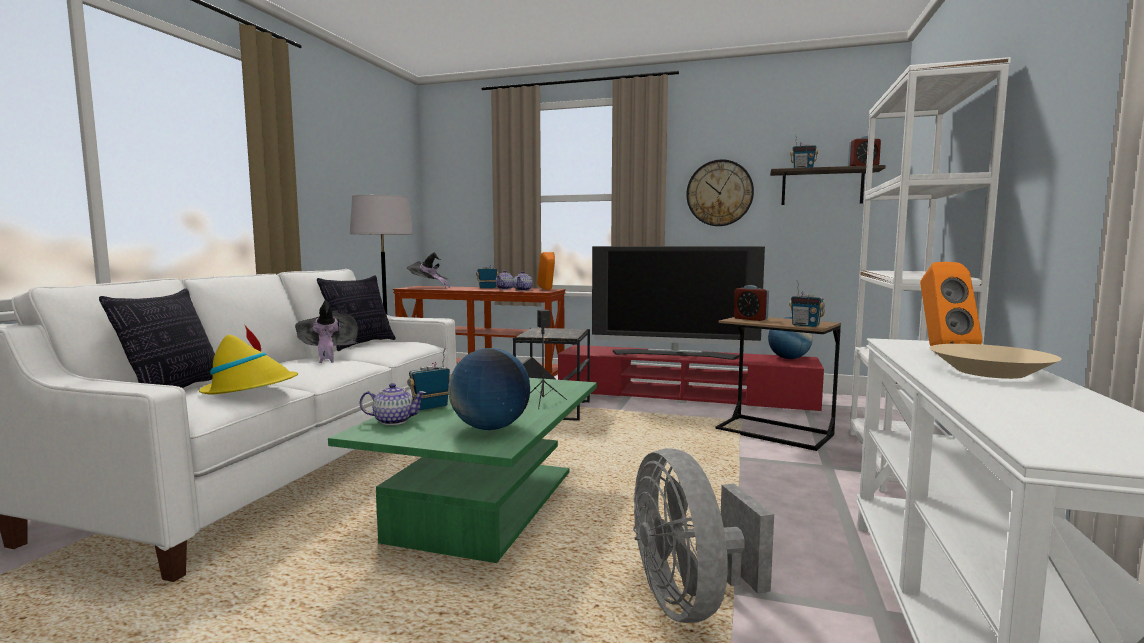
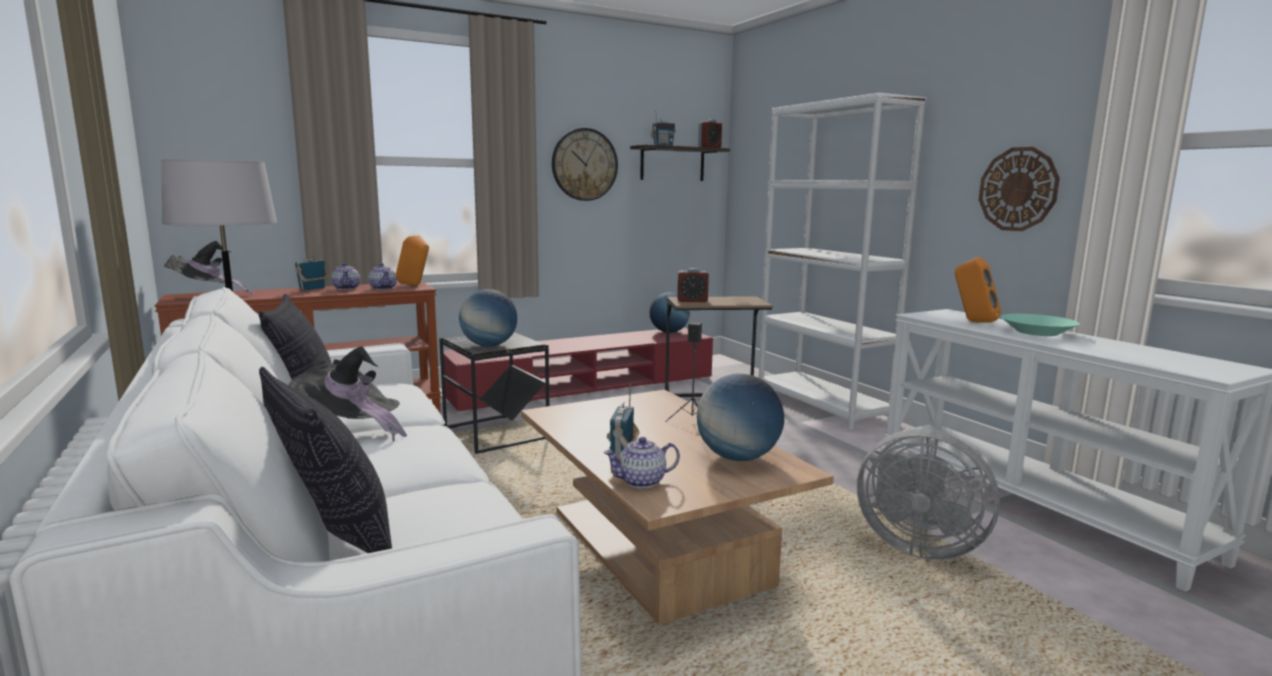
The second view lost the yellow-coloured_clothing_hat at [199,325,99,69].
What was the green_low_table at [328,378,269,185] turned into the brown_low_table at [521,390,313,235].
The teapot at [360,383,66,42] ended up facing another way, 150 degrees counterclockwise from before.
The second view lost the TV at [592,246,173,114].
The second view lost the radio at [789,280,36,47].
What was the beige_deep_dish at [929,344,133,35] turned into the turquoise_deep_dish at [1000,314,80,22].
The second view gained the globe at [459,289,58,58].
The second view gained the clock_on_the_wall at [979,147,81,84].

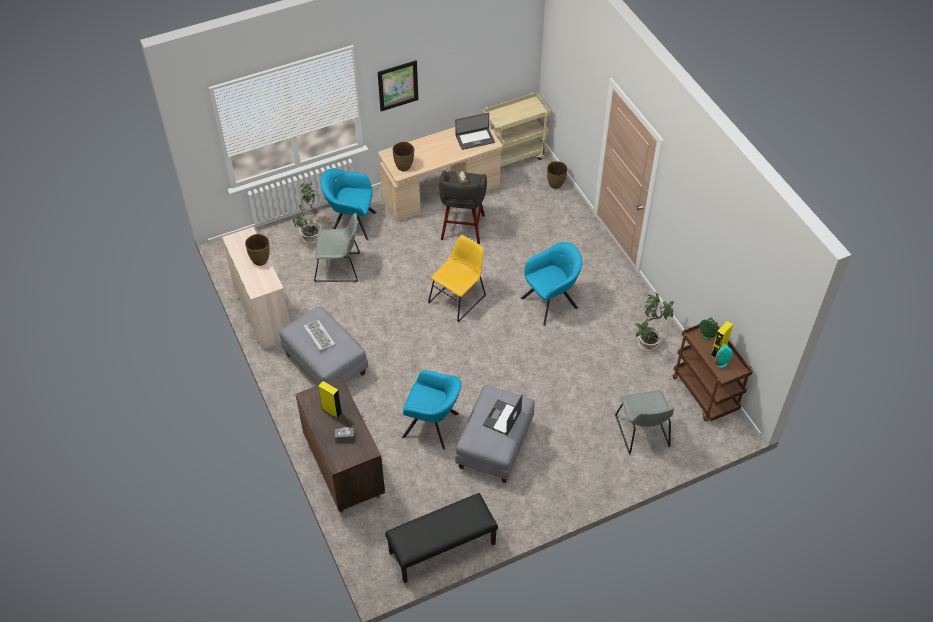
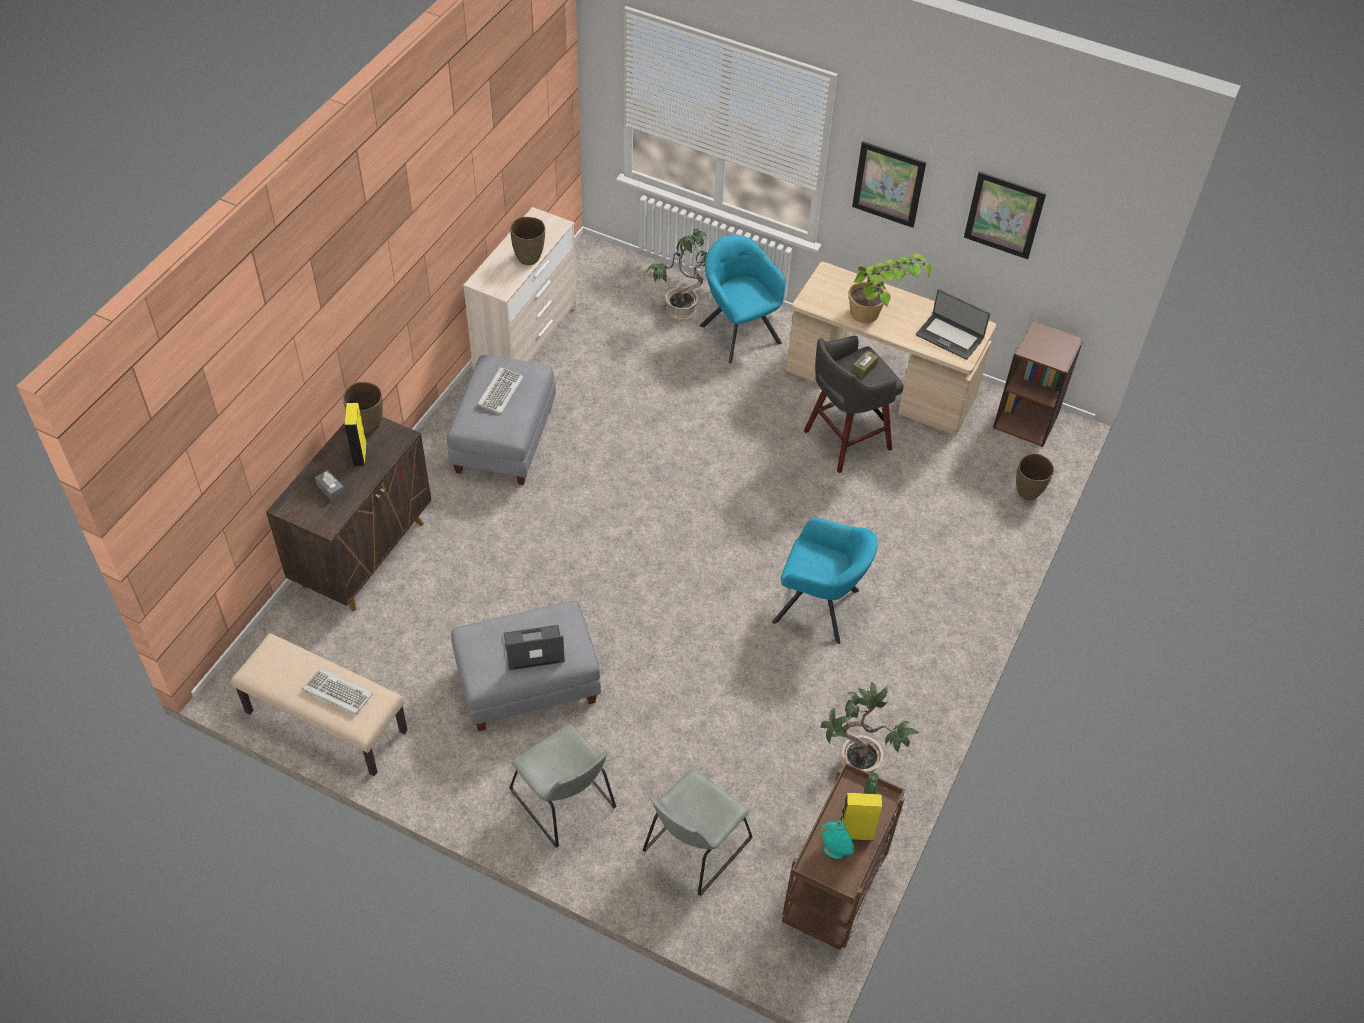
The gray_chair ended up elsewhere, having gone from [314,213,46,69] to [509,724,108,124].
What was the black-coloured_indoor_bench at [385,493,113,90] turned into the beige_indoor_bench at [231,633,176,143].
The brown_vase ended up elsewhere, having gone from [393,141,21,30] to [343,382,40,51].
The second view lost the turquoise_lounge_chair at [402,370,59,80].
The second view lost the yellow-coloured_chair at [428,235,58,87].
Where the beige_trolley stood at [482,92,68,80], the brown_bookcase came to stand at [993,320,91,127].
The second view gained the PC_keyboard at [302,668,71,47].
The second view gained the plant_in_a_pot at [849,254,82,69].
The second view gained the picture at [964,171,82,88].

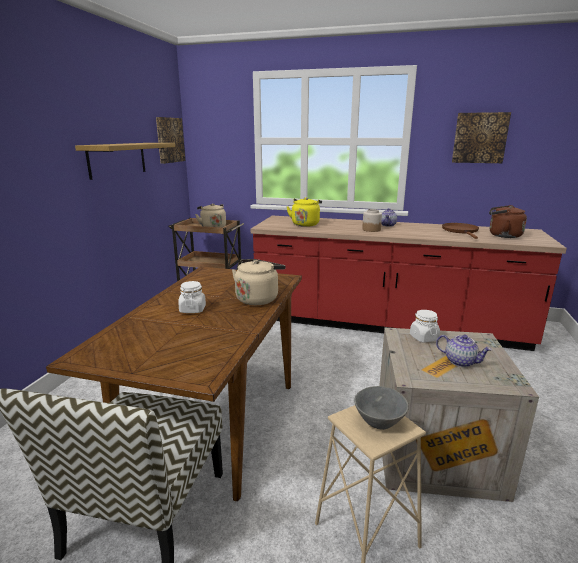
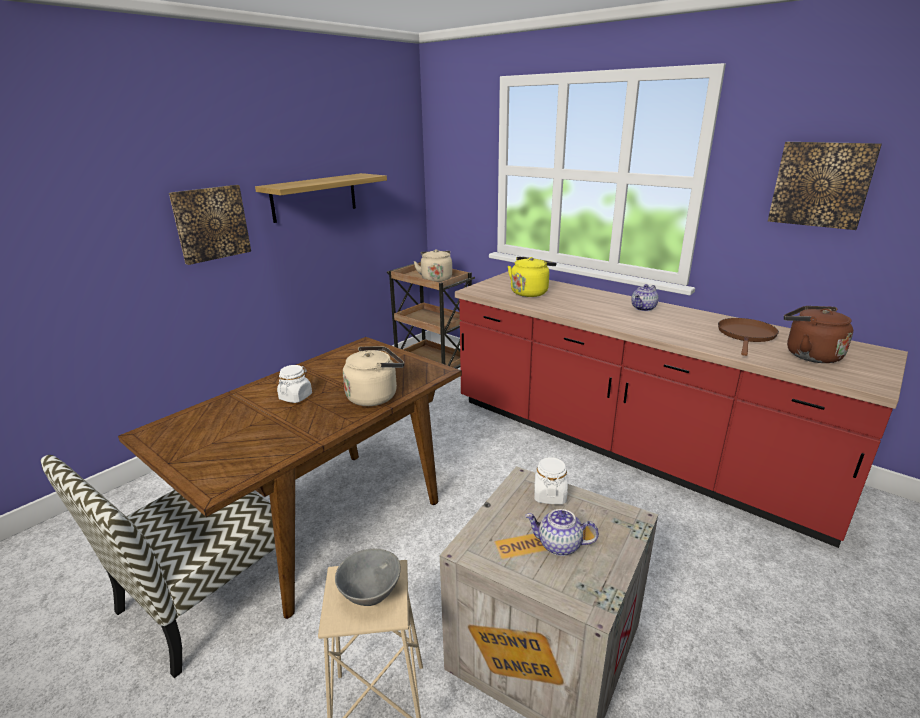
The picture ended up elsewhere, having gone from [156,117,29,47] to [169,185,82,80].
The second view lost the preserve_jar at [362,209,20,23].
The teapot at [436,335,56,32] ended up facing another way, 135 degrees clockwise from before.

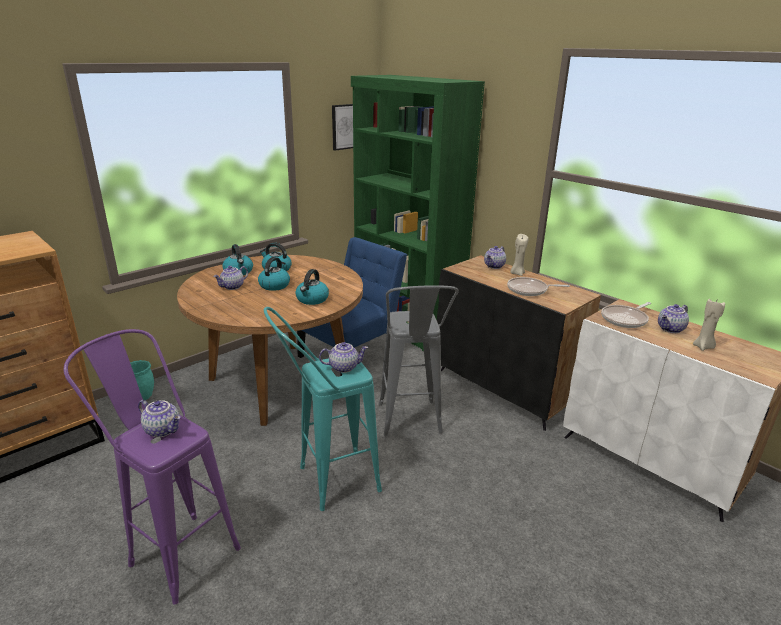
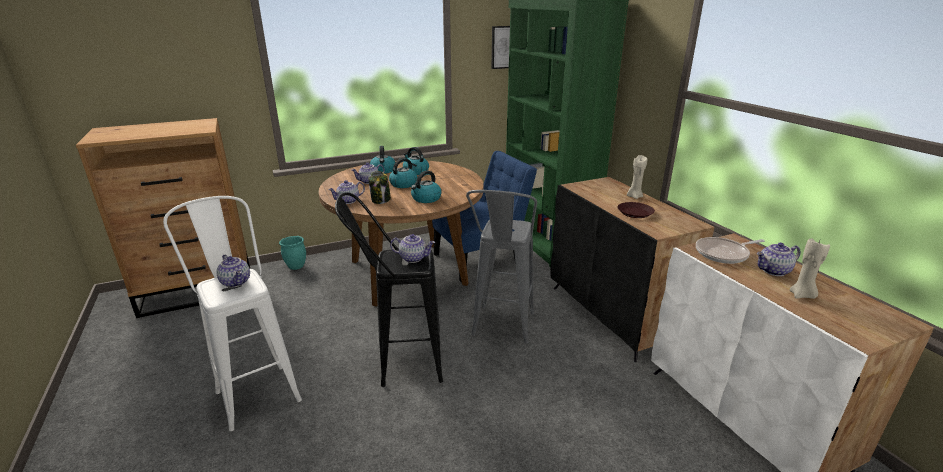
What was the purple_sitting_stool at [64,329,177,276] turned into the white_sitting_stool at [163,196,139,235].
What was the turquoise_sitting_stool at [264,307,118,204] turned into the black-coloured_sitting_stool at [335,192,108,195].
The teapot ended up elsewhere, having gone from [484,246,22,23] to [328,180,37,24].
Where the skillet stood at [507,277,63,19], the brown_dinner_plate came to stand at [617,202,38,16].
The second view gained the preserve_jar at [368,171,23,33].

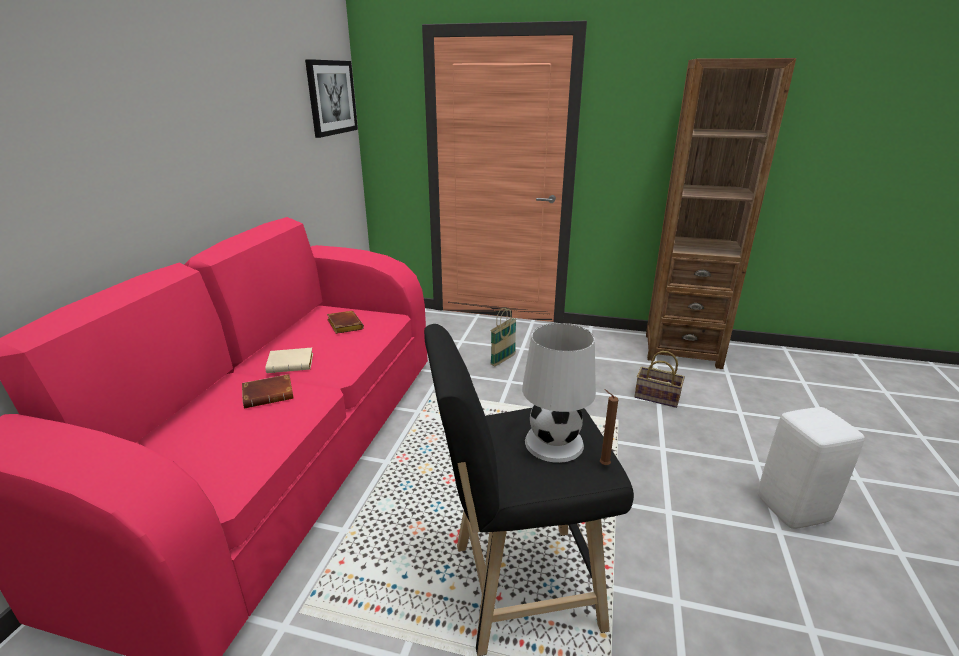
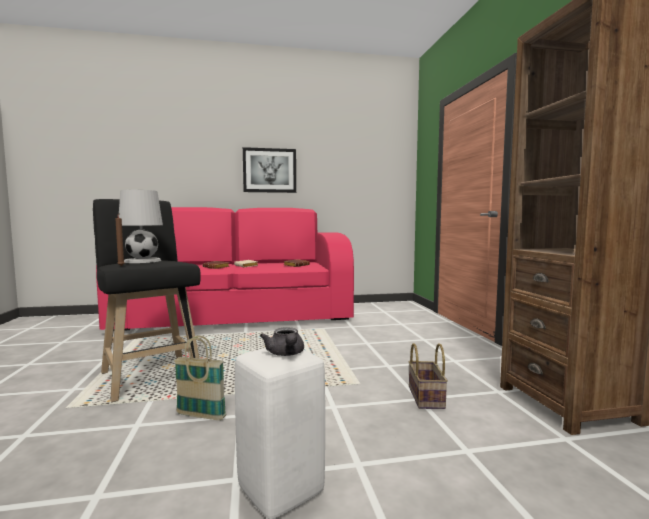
The picture ended up elsewhere, having gone from [305,59,53,79] to [243,147,53,46].
The household_basket ended up elsewhere, having gone from [490,308,26,58] to [174,336,52,84].
The second view gained the gray_teapot at [260,327,44,29].

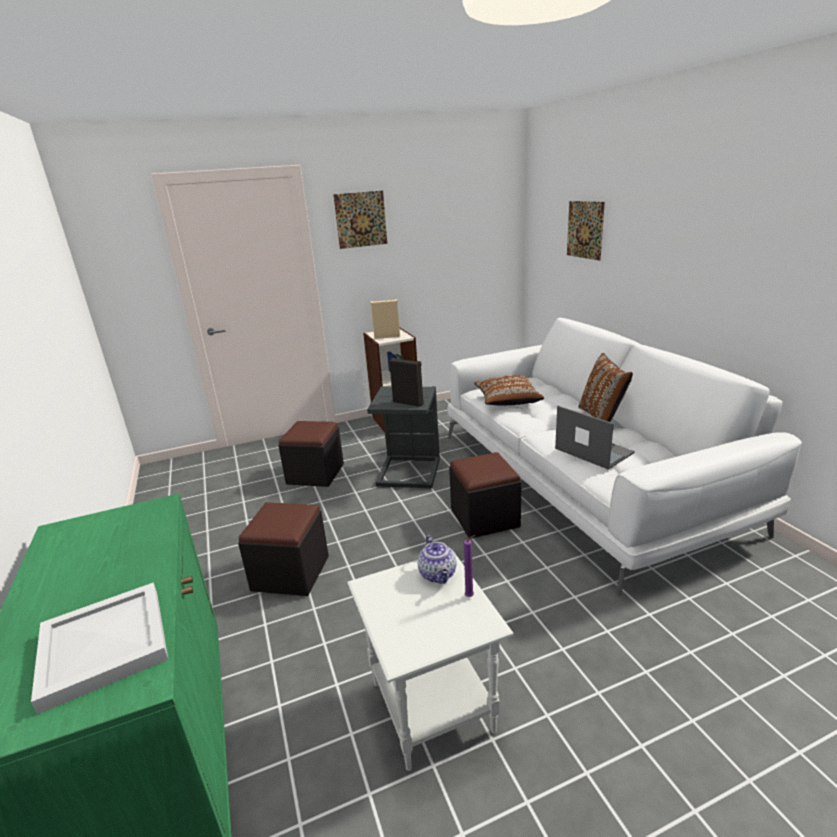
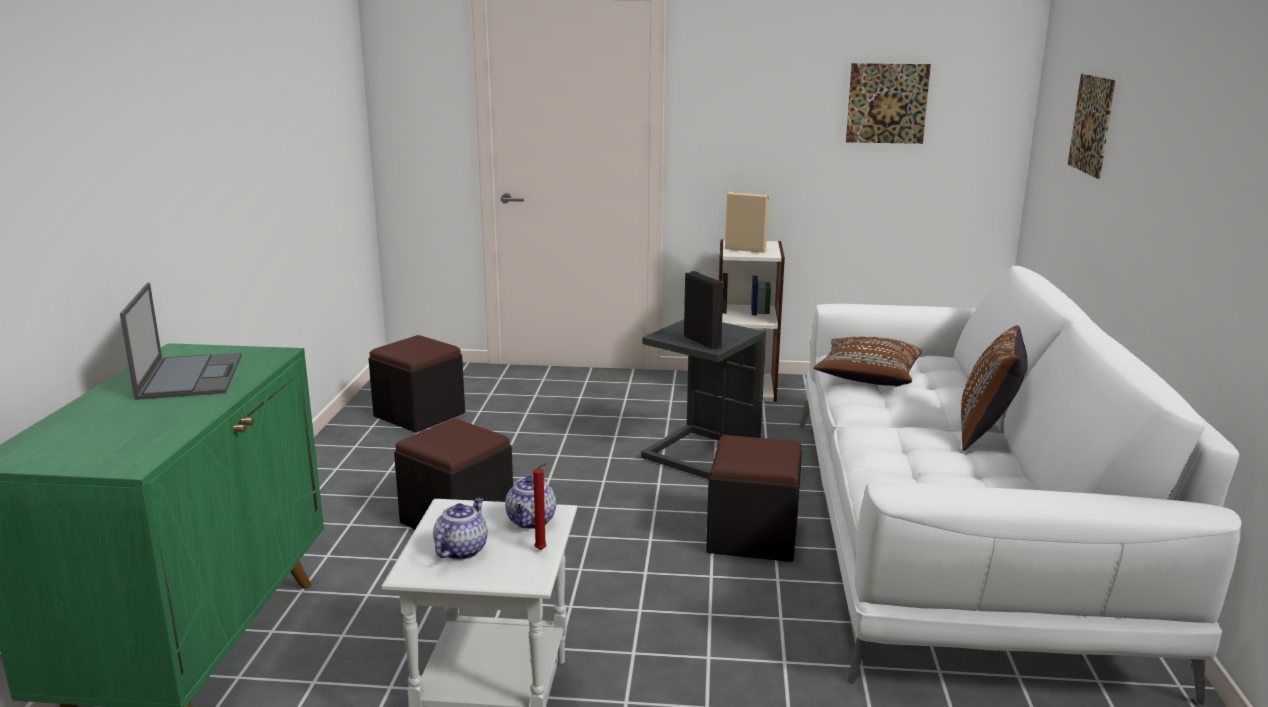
The second view lost the white_carrying_tray at [31,582,137,132].
The black-coloured_pouffe ended up elsewhere, having gone from [278,421,66,66] to [369,335,96,98].
The picture ended up elsewhere, having gone from [333,191,55,58] to [846,63,85,81].
What was the purple_wax_candle at [464,535,12,62] turned into the reddish_wax_candle at [533,463,14,87].
The laptop ended up elsewhere, having gone from [555,406,80,64] to [120,283,122,117].
The second view gained the teapot at [433,497,55,63].

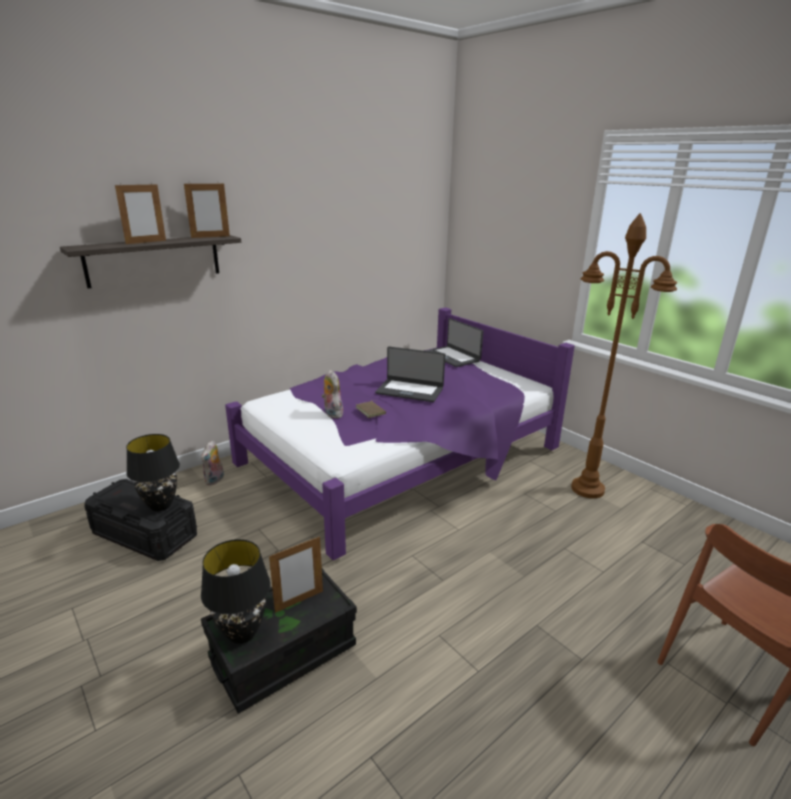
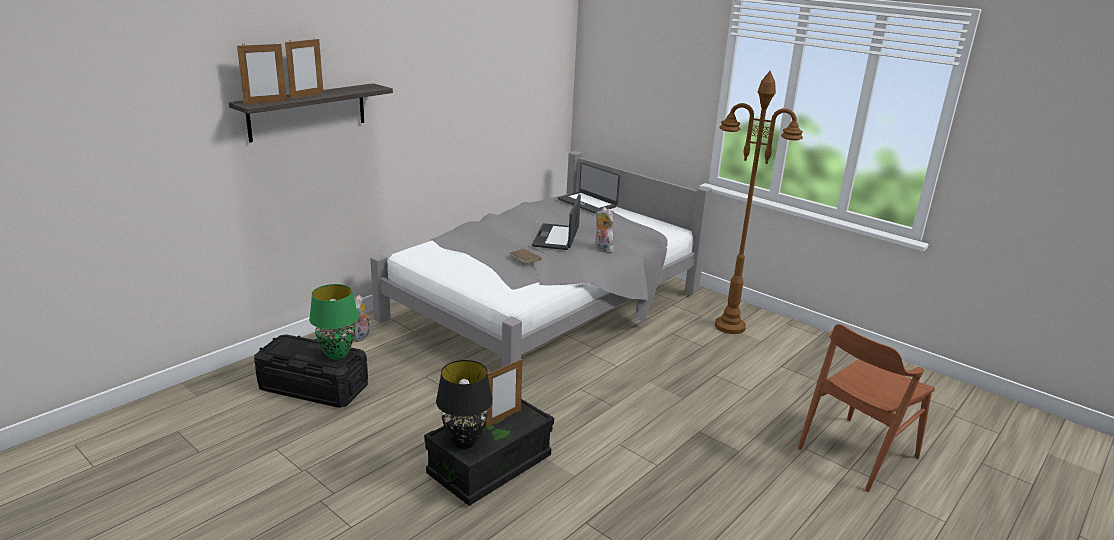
What was the black-coloured_table_lamp at [126,434,54,77] turned into the green_table_lamp at [309,284,50,76].
The standing_frame ended up elsewhere, having gone from [184,184,46,54] to [237,42,50,62].
What was the purple_bedroom_bed at [225,307,350,254] turned into the gray_bedroom_bed at [370,151,342,216].
The cuddly_toy ended up elsewhere, having gone from [322,370,21,48] to [595,207,19,46].
The laptop at [375,347,70,55] ended up facing another way, 90 degrees clockwise from before.

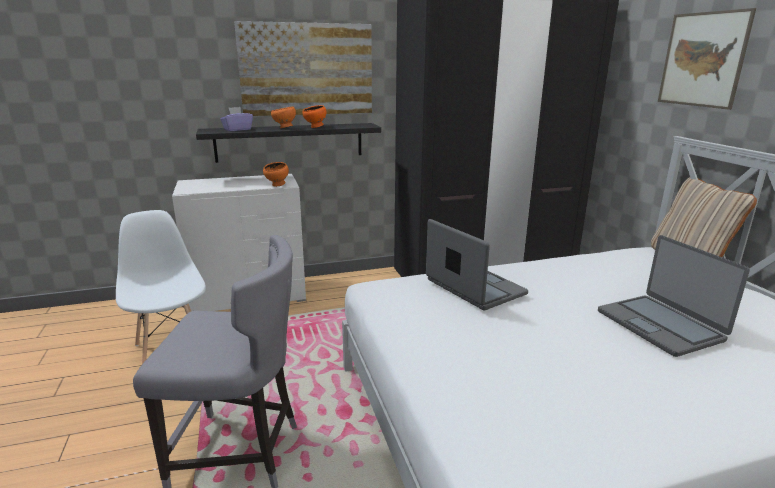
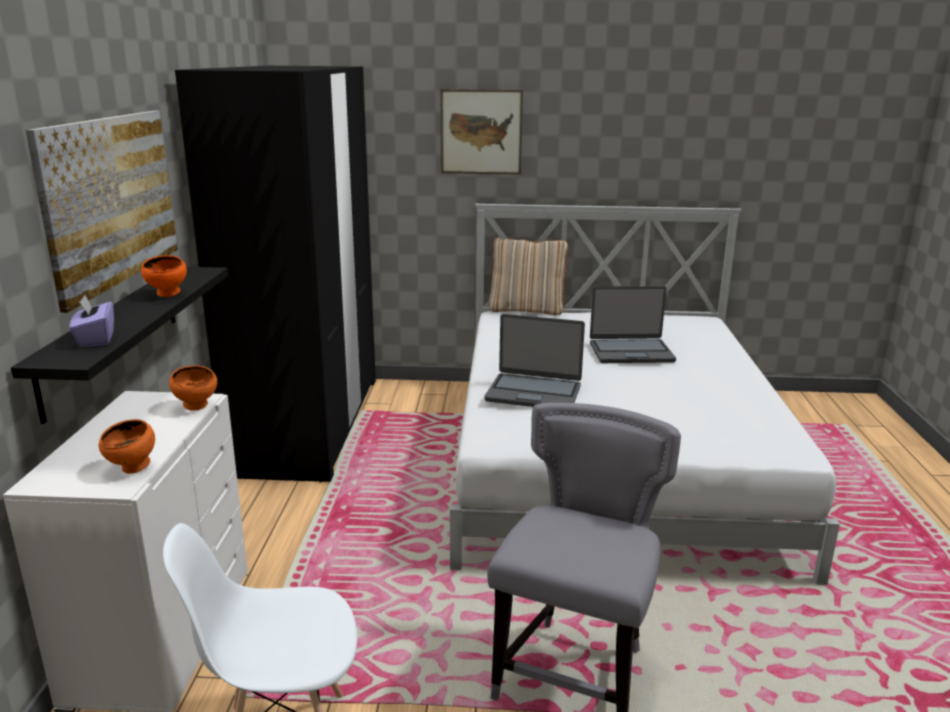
The orange_deep_dish ended up elsewhere, having gone from [271,106,25,22] to [99,419,56,55].
The laptop at [426,219,102,91] ended up facing another way, 150 degrees counterclockwise from before.

